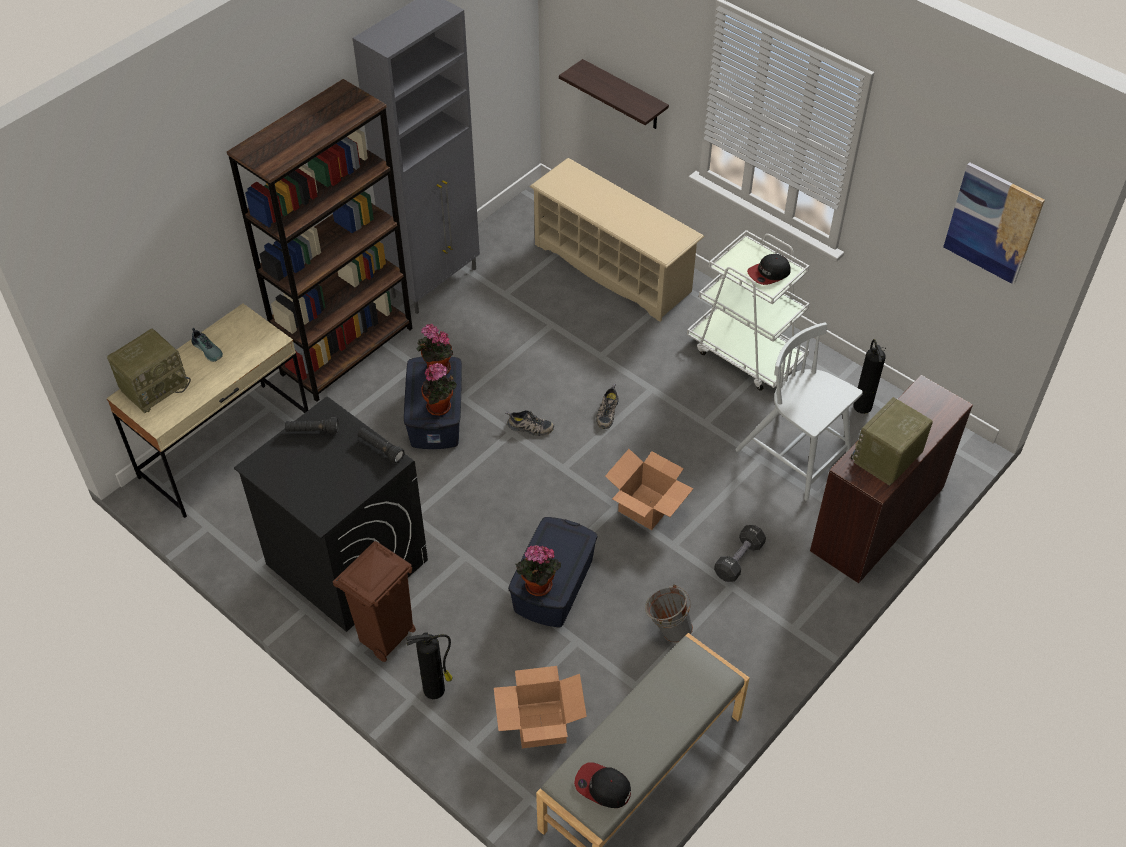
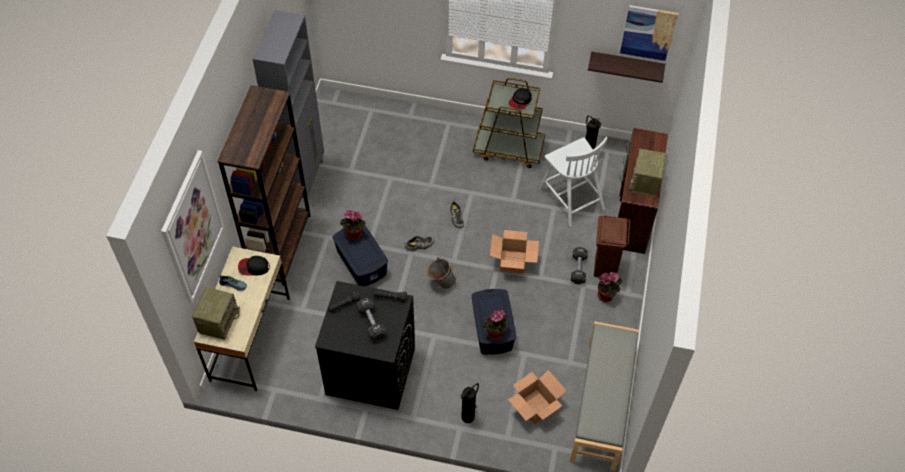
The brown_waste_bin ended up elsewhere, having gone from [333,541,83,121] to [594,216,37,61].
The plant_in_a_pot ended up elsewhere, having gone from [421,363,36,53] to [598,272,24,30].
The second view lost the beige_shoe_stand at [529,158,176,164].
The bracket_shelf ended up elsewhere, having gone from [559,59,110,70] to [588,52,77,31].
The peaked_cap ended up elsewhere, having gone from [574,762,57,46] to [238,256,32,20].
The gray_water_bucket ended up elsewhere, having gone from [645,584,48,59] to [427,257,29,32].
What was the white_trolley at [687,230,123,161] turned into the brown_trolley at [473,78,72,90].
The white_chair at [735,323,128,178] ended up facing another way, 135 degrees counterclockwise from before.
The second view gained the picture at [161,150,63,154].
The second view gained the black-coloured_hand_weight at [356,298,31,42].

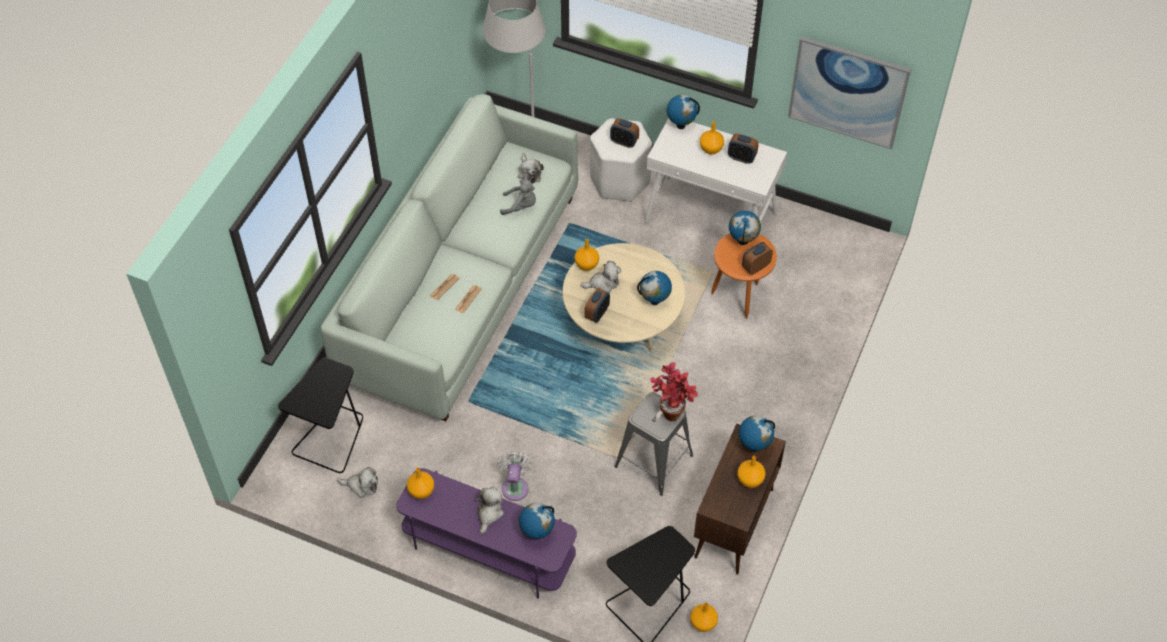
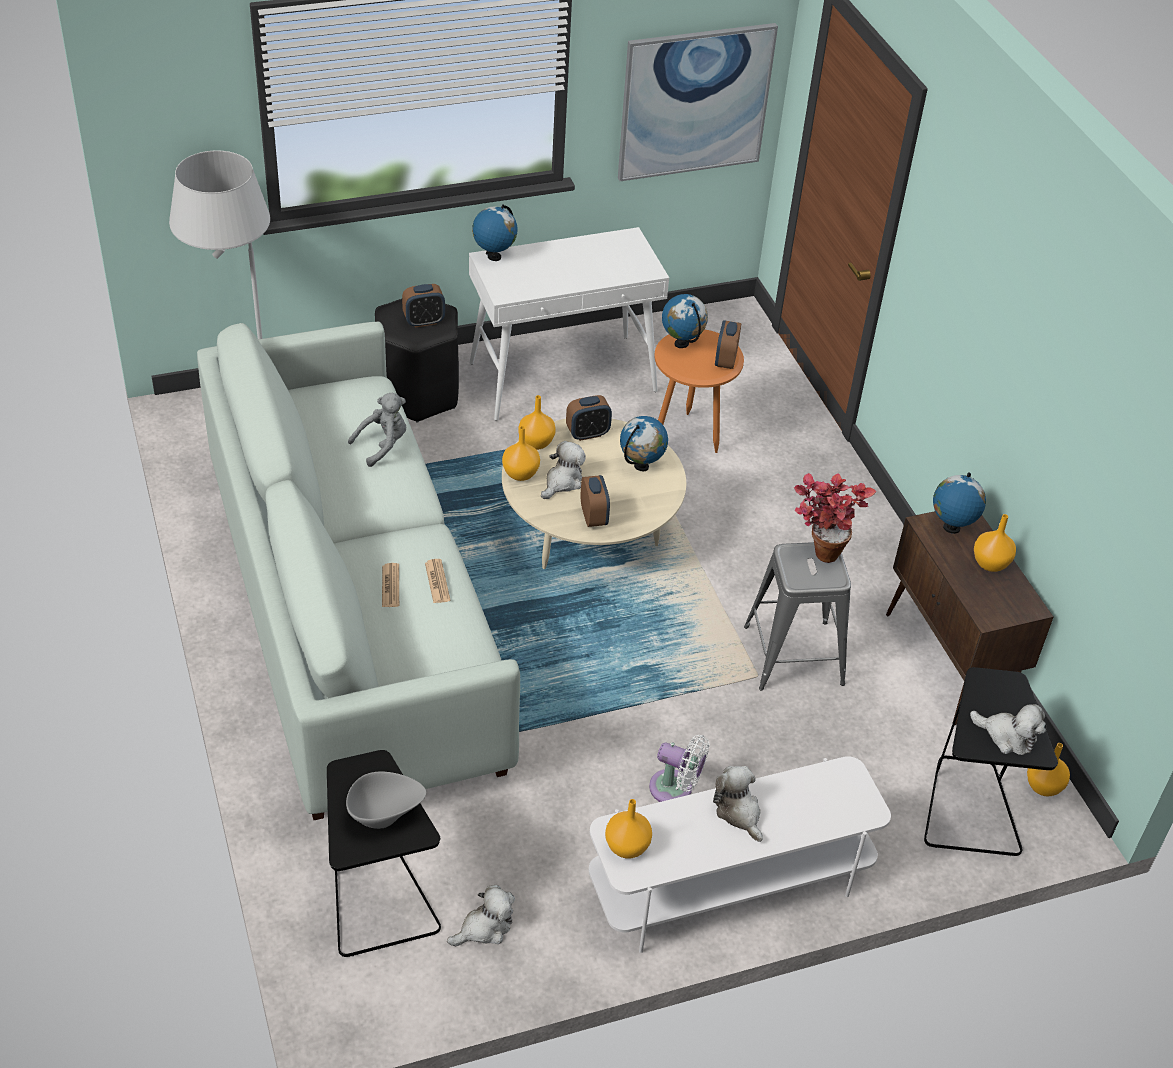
What was the purple_tv_unit at [396,468,181,131] turned into the white_tv_unit at [589,756,302,197].
The white_electric_fan at [497,451,37,50] ended up facing another way, 150 degrees clockwise from before.
The cuddly_toy ended up elsewhere, having gone from [518,153,26,31] to [970,704,76,51].
The second view lost the globe at [519,503,36,36].
What was the white_sitting_stool at [590,118,62,84] turned into the black-coloured_sitting_stool at [375,299,84,124].
The orange_vase ended up elsewhere, having gone from [700,121,24,34] to [518,395,38,55].
The alarm_clock ended up elsewhere, having gone from [728,134,31,30] to [566,395,46,46].
The second view gained the gray_deep_dish at [346,772,80,57].

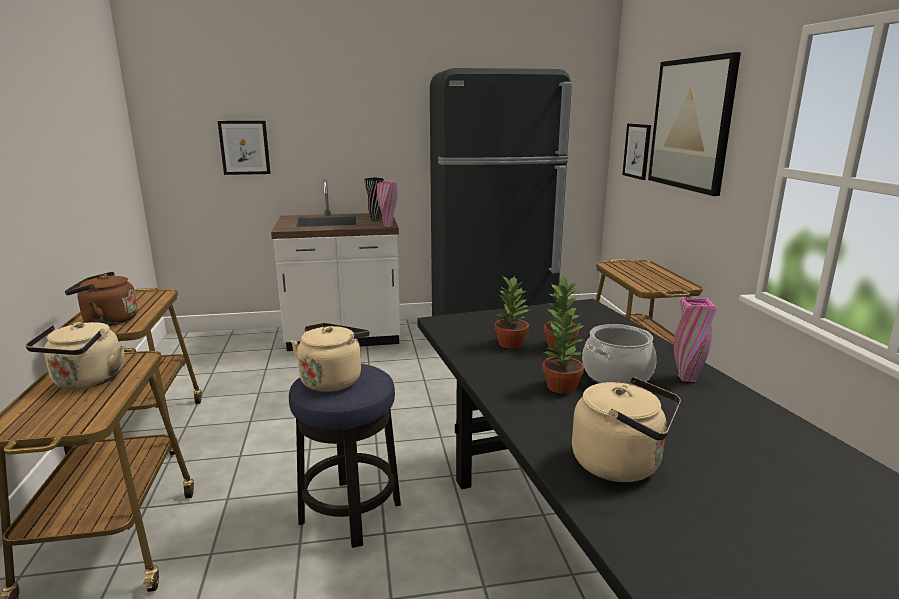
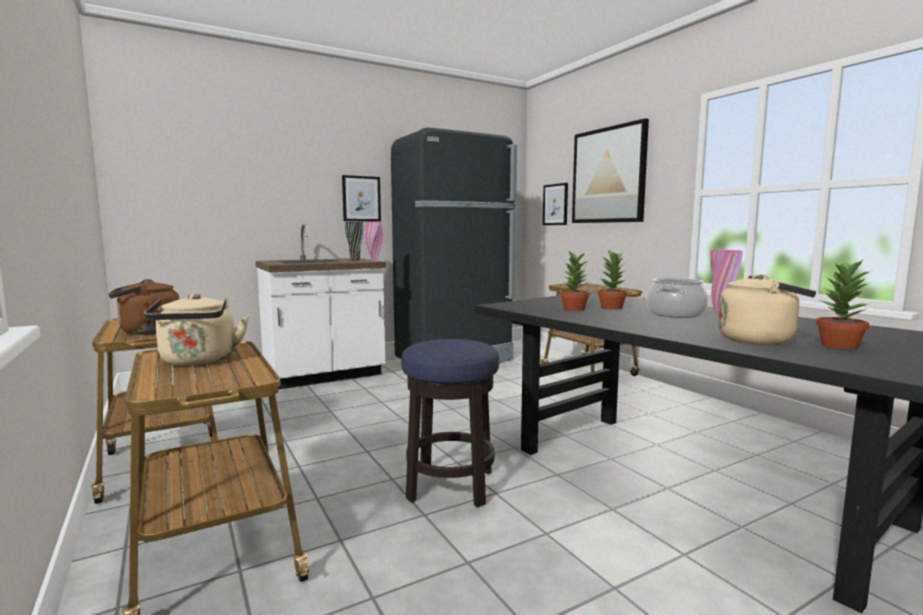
The picture ended up elsewhere, having gone from [218,121,53,54] to [342,175,39,47].
The second view lost the beige_tea_kettle at [291,323,79,69].
The plant_in_a_pot ended up elsewhere, having gone from [542,308,42,86] to [816,259,55,90].

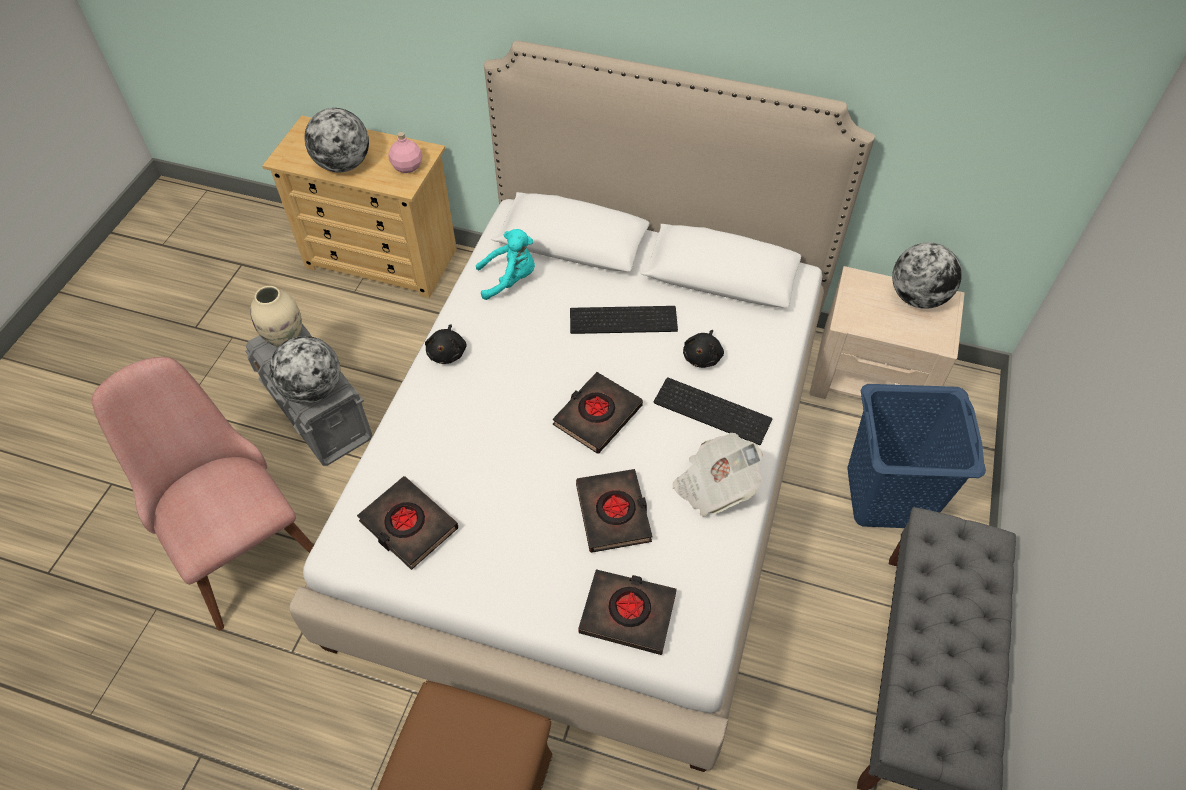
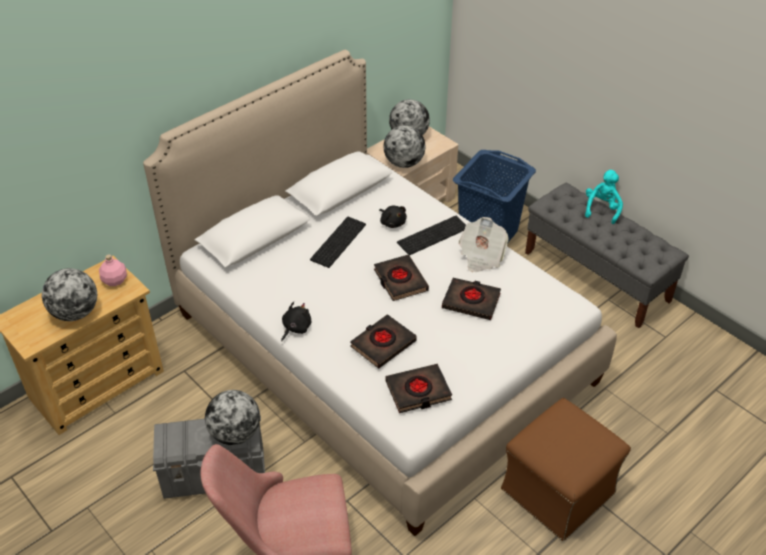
The second view lost the beige_vase at [250,286,52,61].
The black-coloured_cuddly_toy at [425,325,41,39] ended up facing another way, 90 degrees counterclockwise from before.
The turquoise_cuddly_toy ended up elsewhere, having gone from [476,229,59,71] to [585,170,38,54].
The black-coloured_book ended up elsewhere, having gone from [578,569,99,86] to [350,314,67,54].
The second view gained the globe at [384,125,42,43].

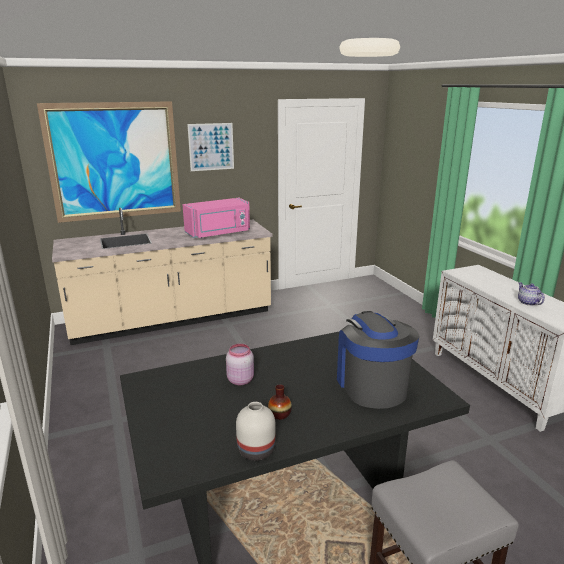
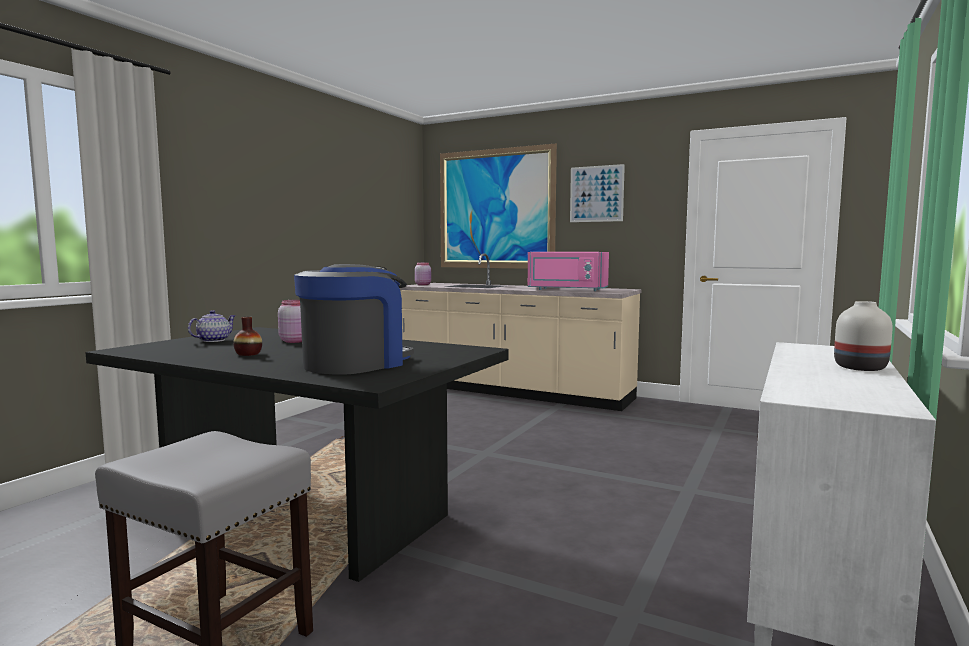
The white_vase ended up elsewhere, having gone from [236,402,40,59] to [834,301,59,70].
The teapot ended up elsewhere, having gone from [518,282,27,24] to [188,310,48,32].
The second view gained the pink_preserve_jar at [415,263,16,22].

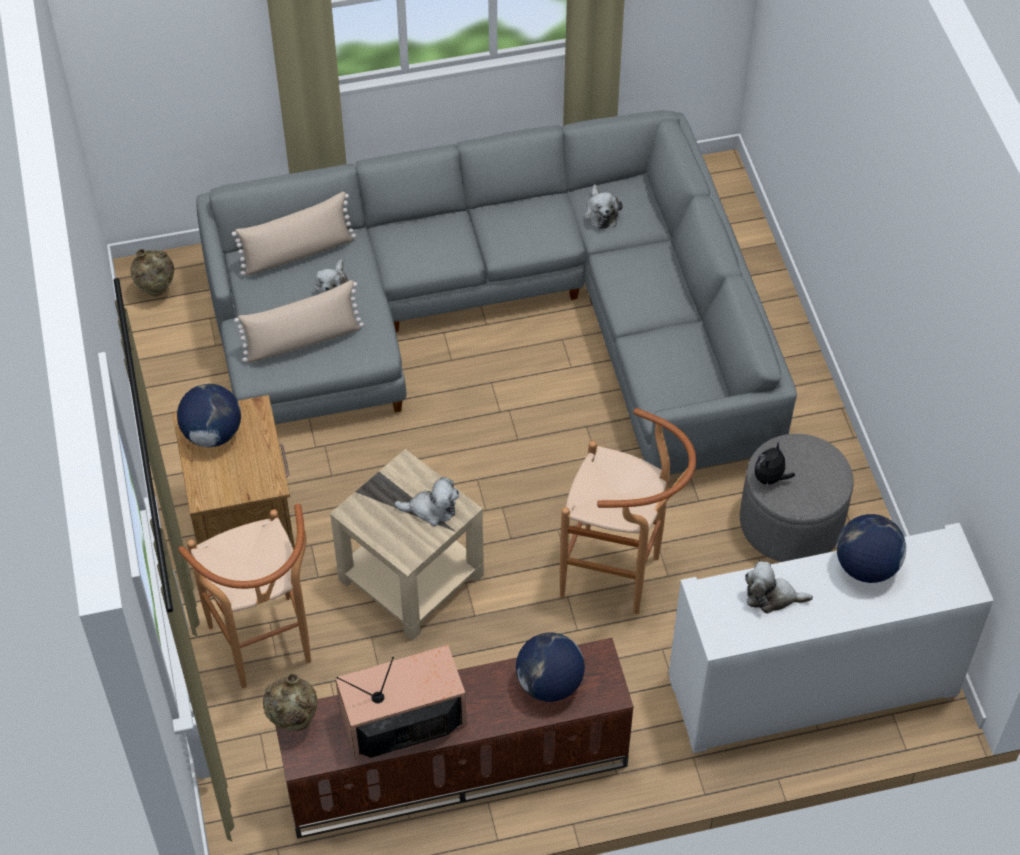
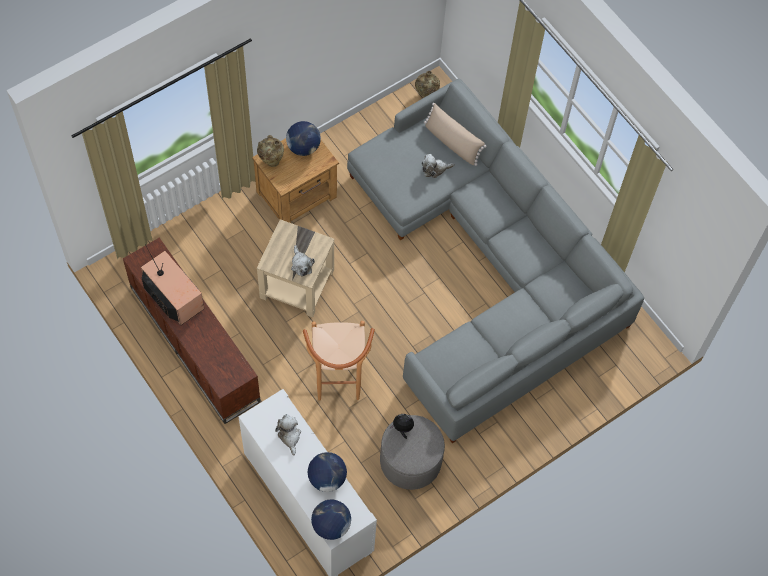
The second view lost the brown_sitting_stool at [178,504,133,184].
The second view lost the beige_pillow at [234,280,130,83].
The beige_vase ended up elsewhere, having gone from [263,673,54,58] to [257,135,27,32].
The globe ended up elsewhere, having gone from [516,633,69,69] to [311,499,40,41].
The second view lost the cuddly_toy at [584,184,38,45].

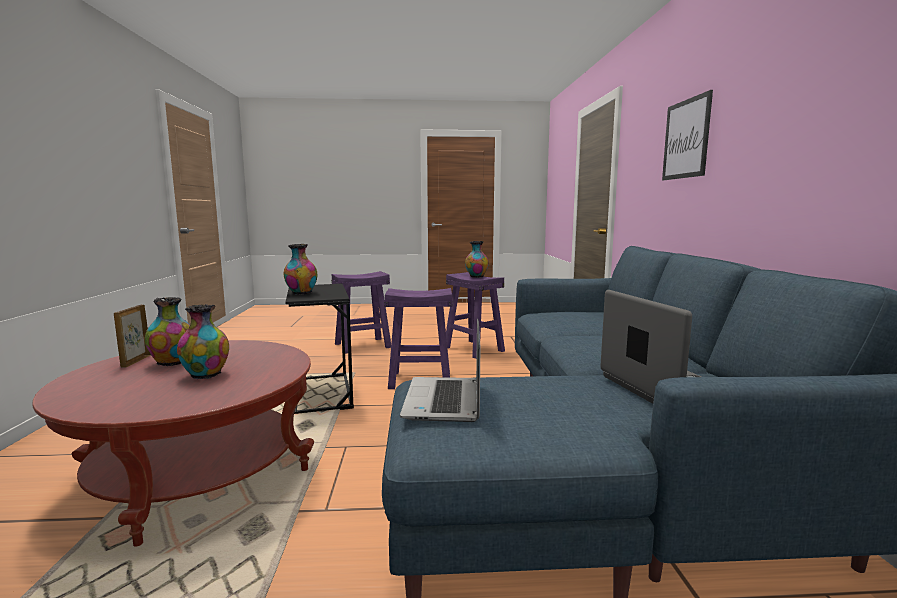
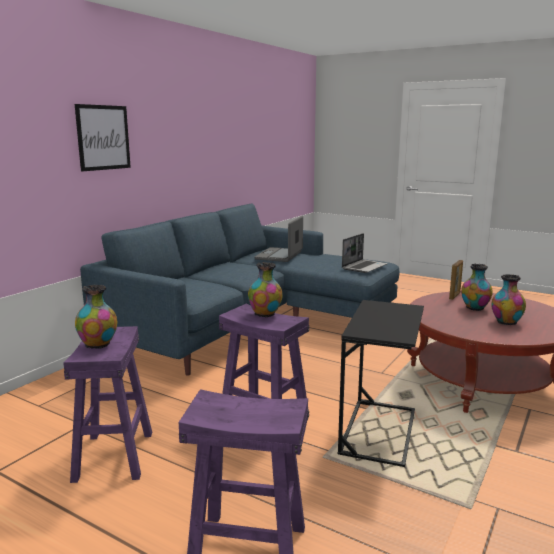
The standing_frame ended up elsewhere, having gone from [114,305,37,63] to [449,260,14,40].
The vase ended up elsewhere, having gone from [284,244,33,51] to [248,262,35,55].

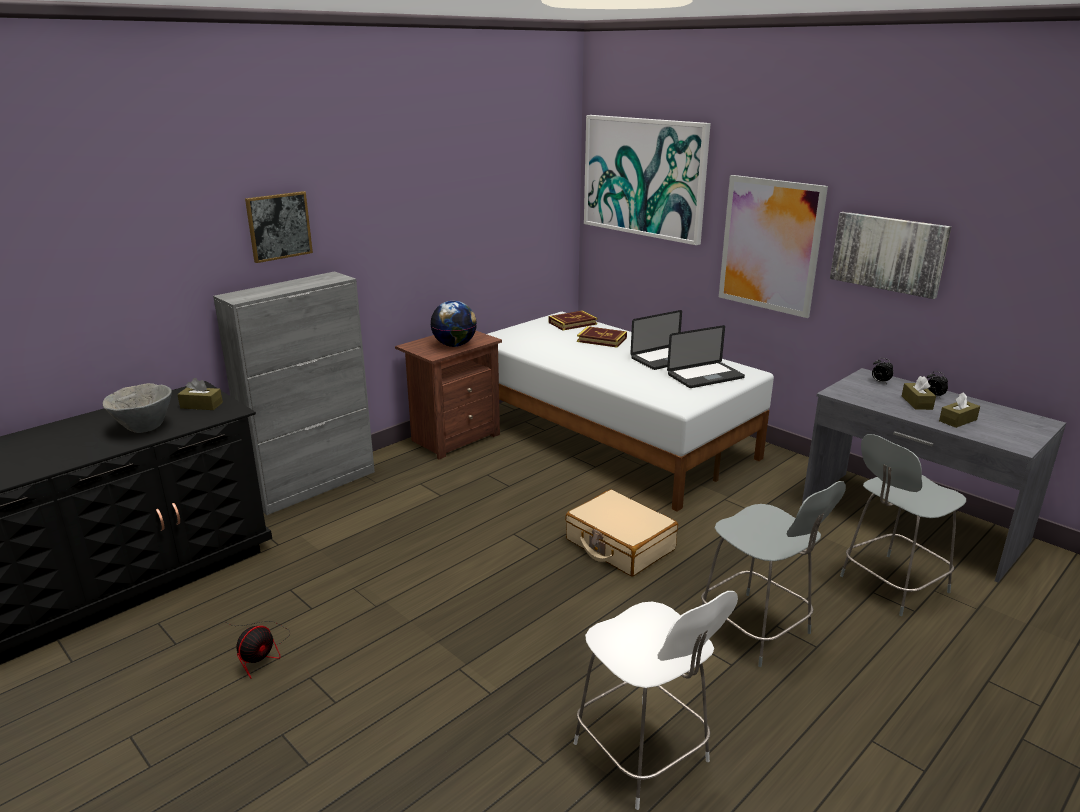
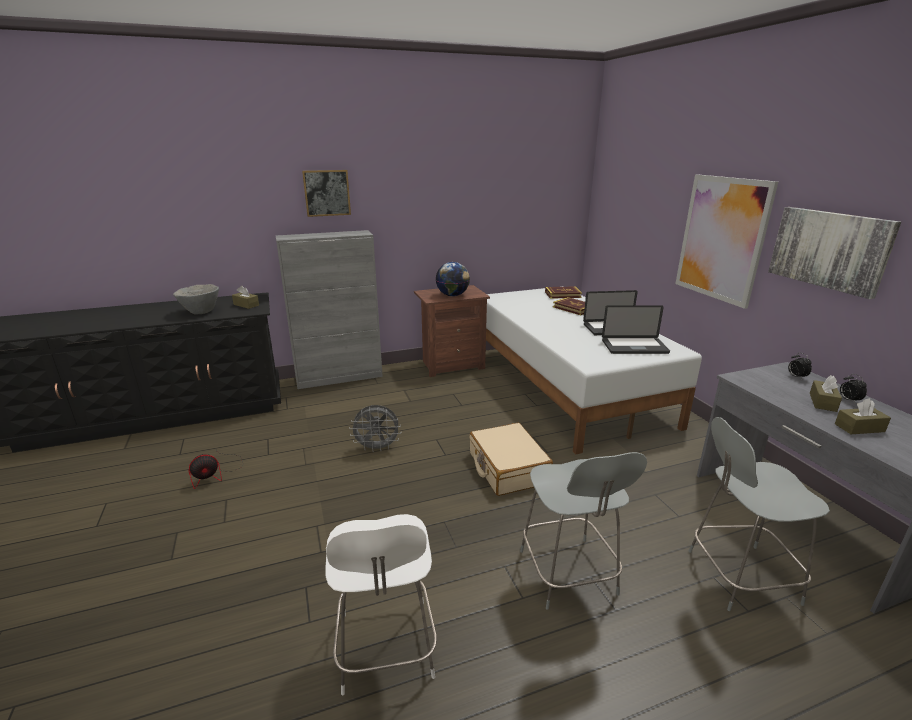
The second view lost the picture at [584,115,127,130].
The second view gained the gray_electric_fan at [349,405,52,47].

